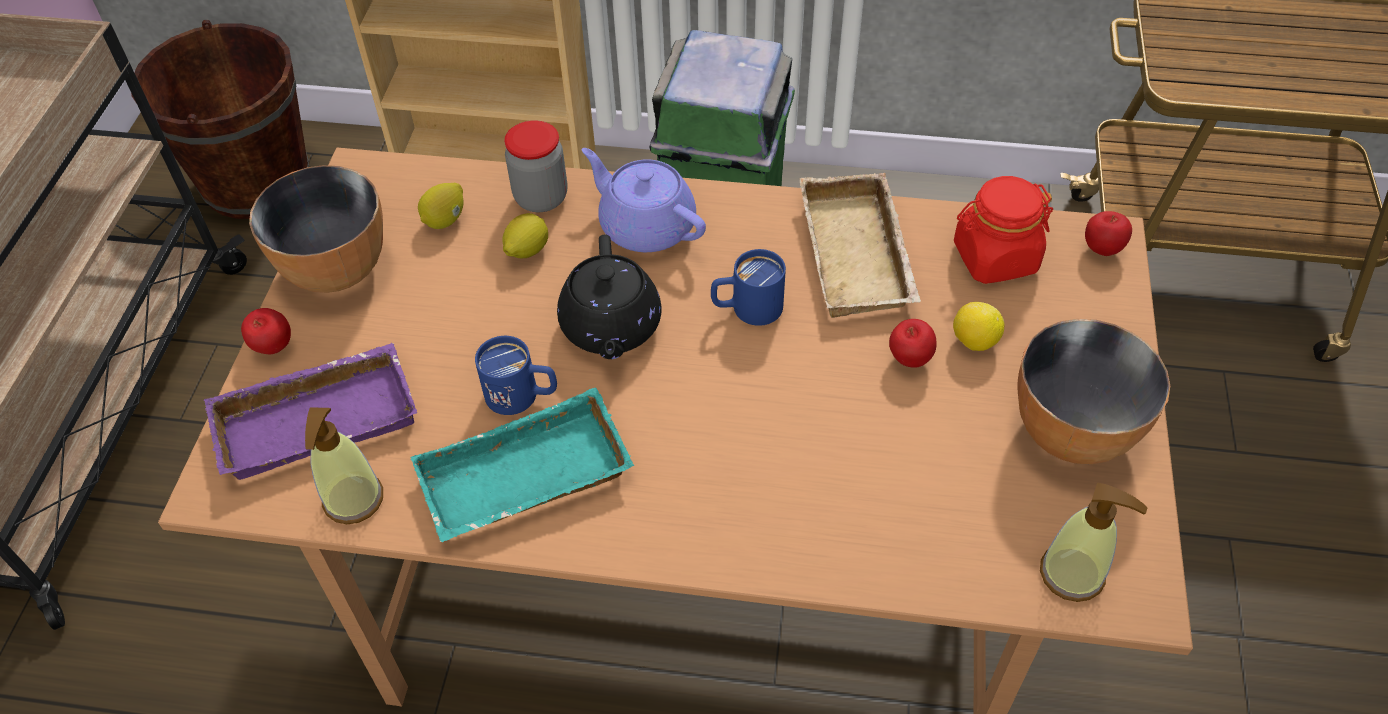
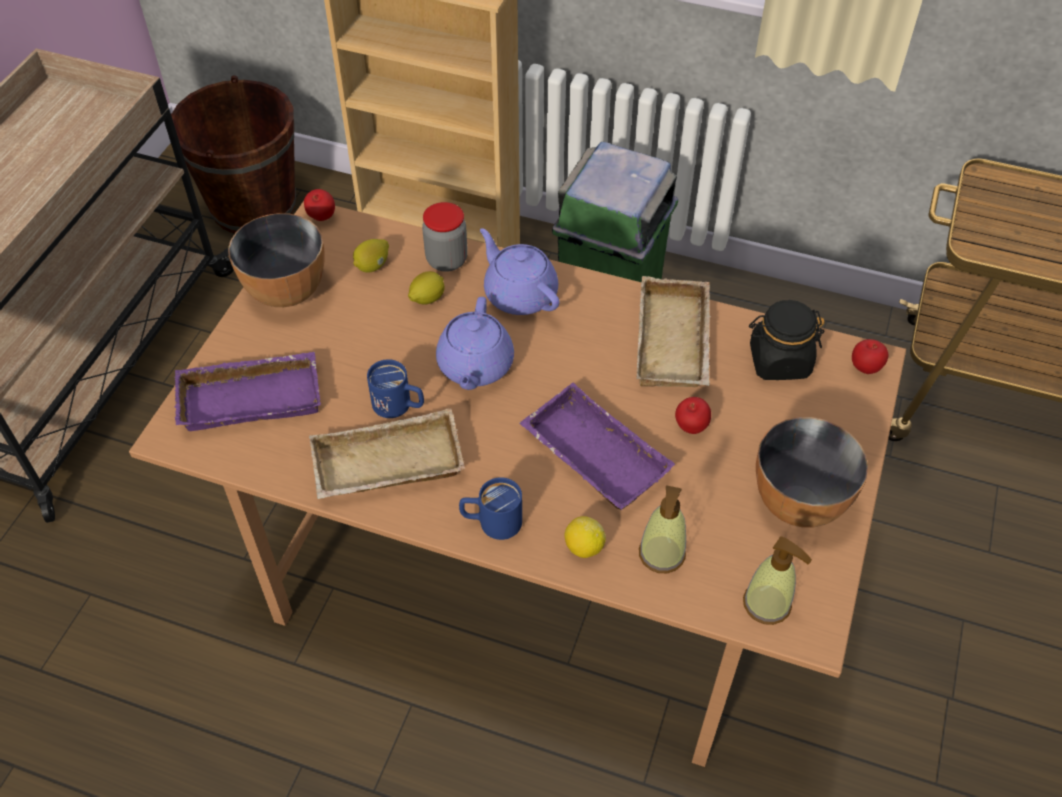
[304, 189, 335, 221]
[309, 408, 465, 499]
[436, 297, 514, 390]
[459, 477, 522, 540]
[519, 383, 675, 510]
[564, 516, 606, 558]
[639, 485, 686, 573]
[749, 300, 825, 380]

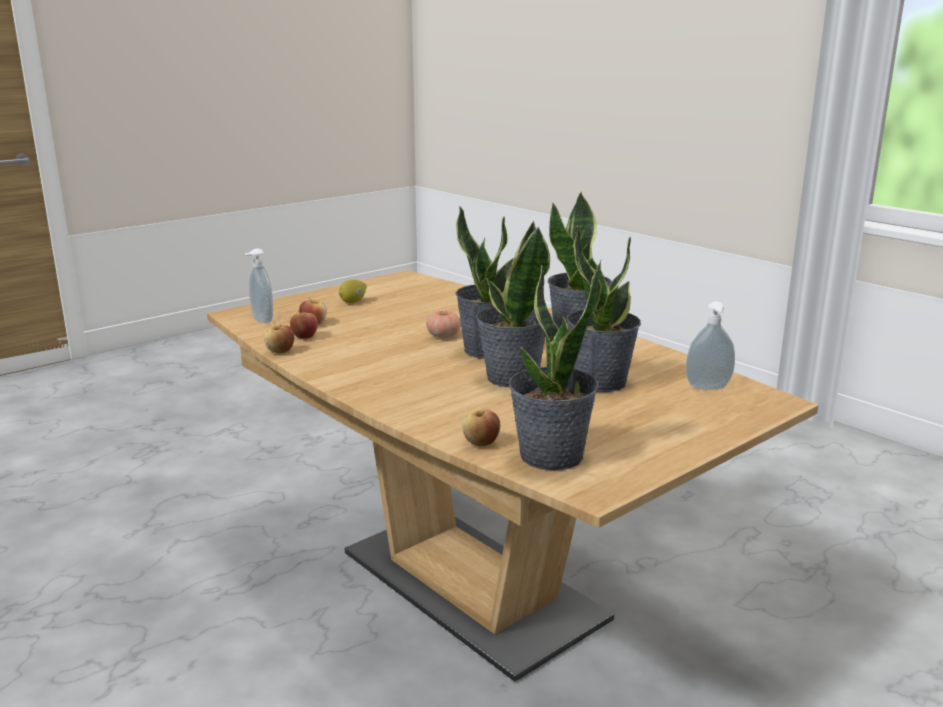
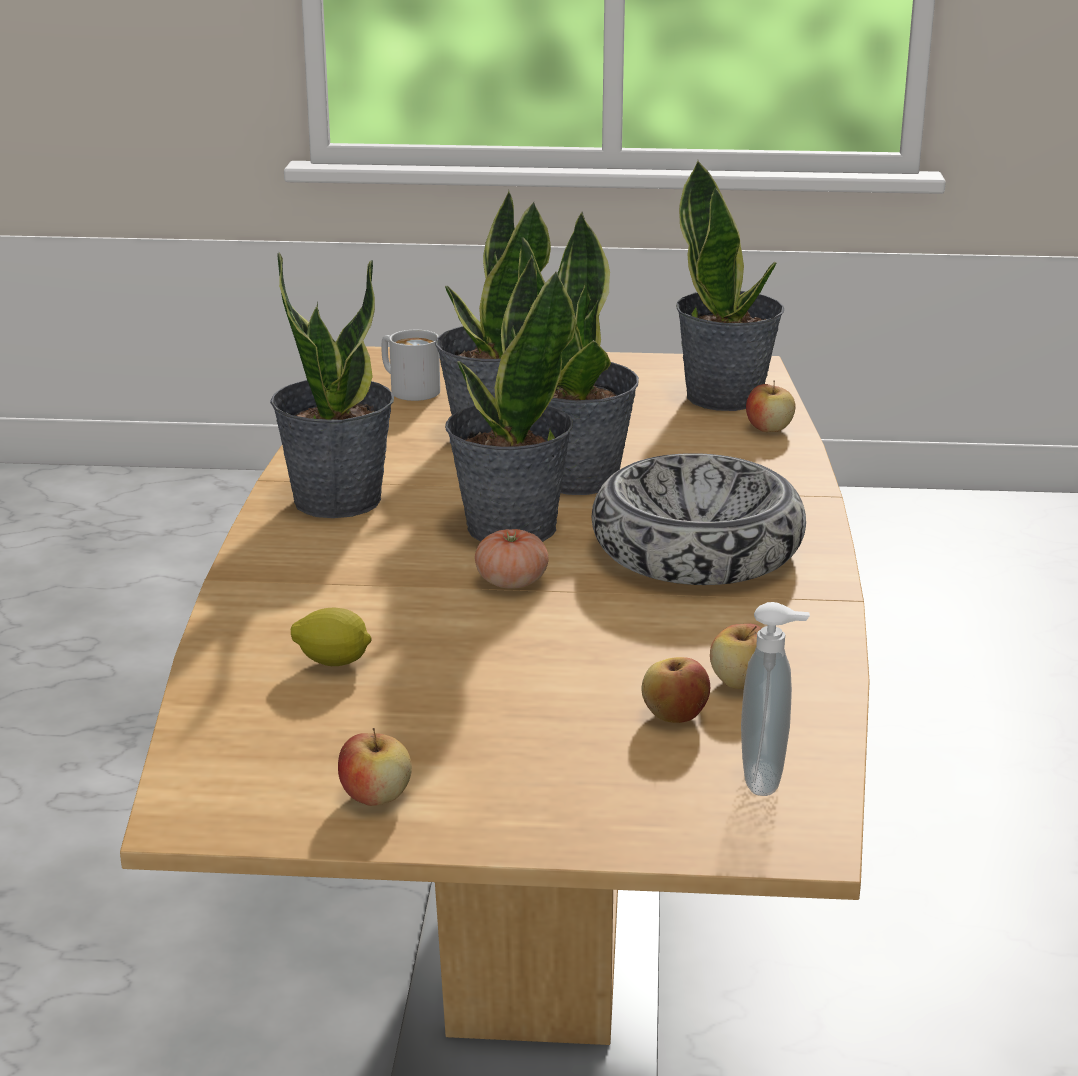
[291, 608, 372, 666]
[338, 728, 412, 806]
[382, 330, 440, 401]
[591, 453, 806, 585]

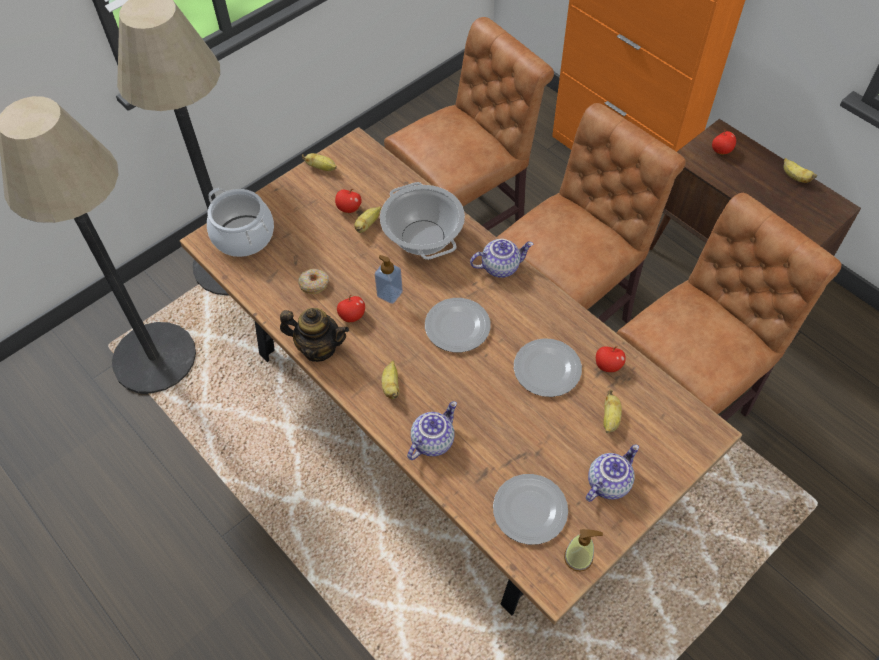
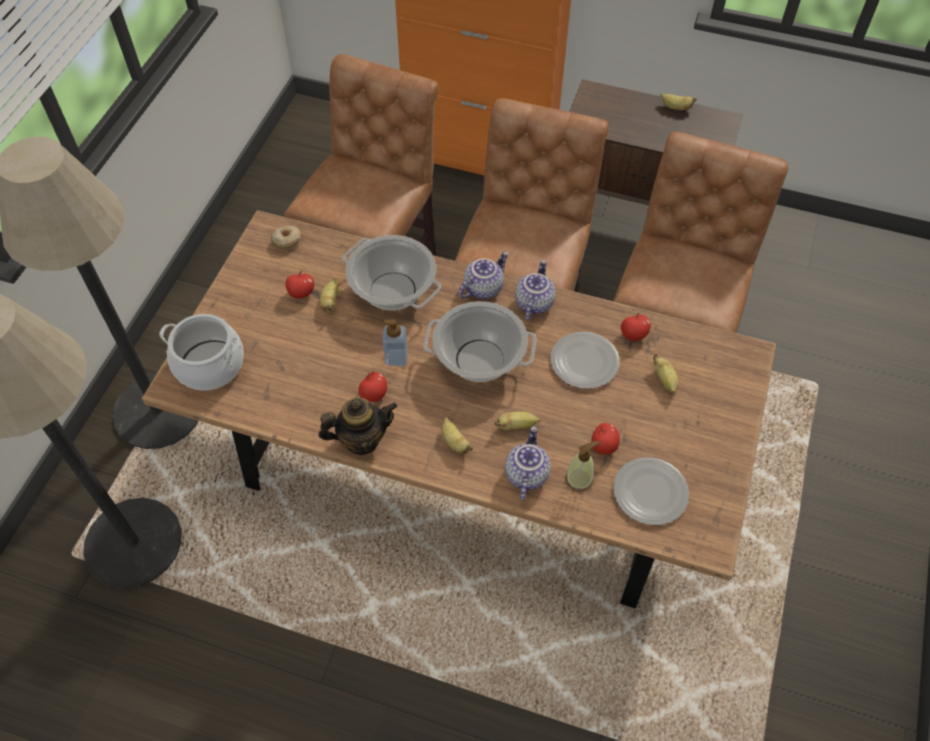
[271, 226, 301, 250]
[424, 301, 537, 382]
[495, 411, 541, 430]
[515, 260, 556, 320]
[566, 441, 600, 491]
[591, 423, 620, 455]

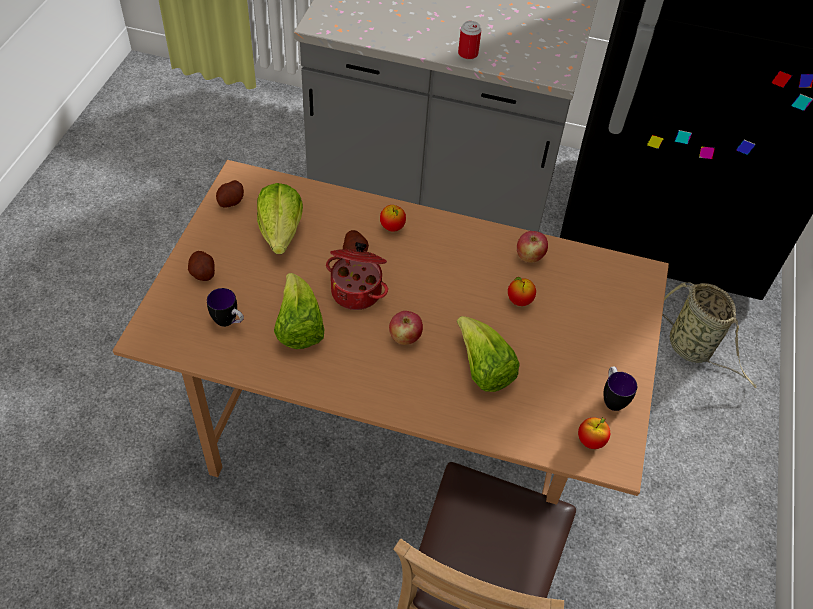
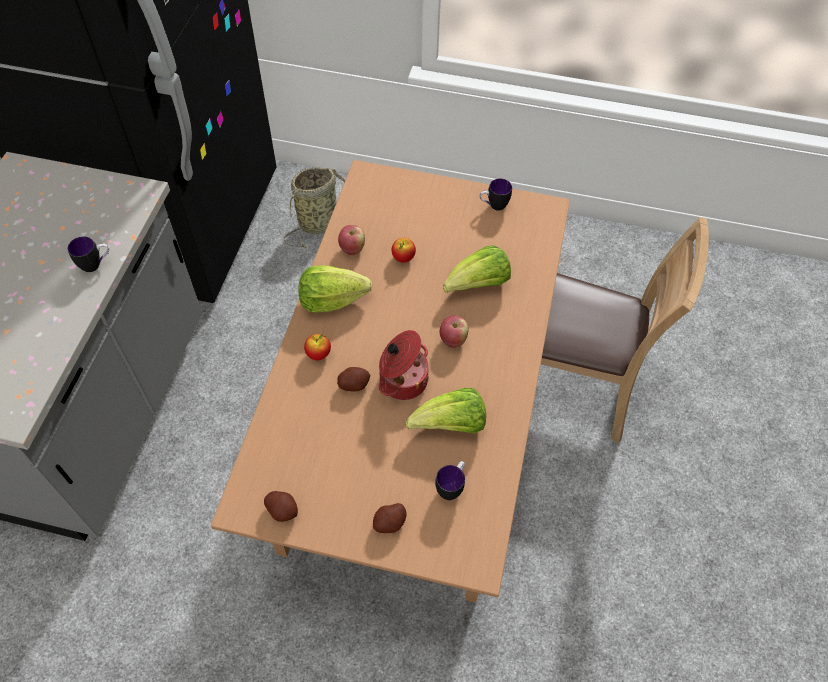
[67, 236, 109, 272]
[299, 266, 372, 313]
[578, 417, 610, 449] (first image)

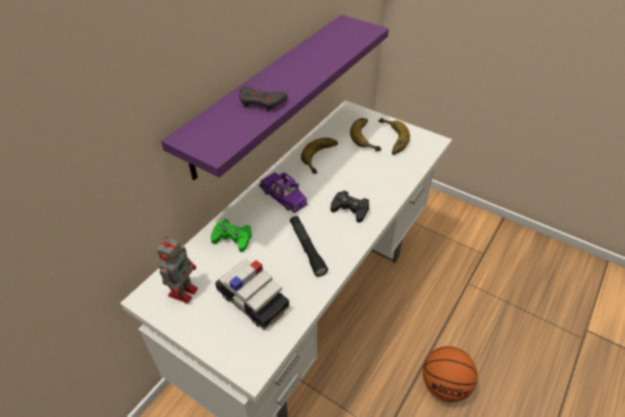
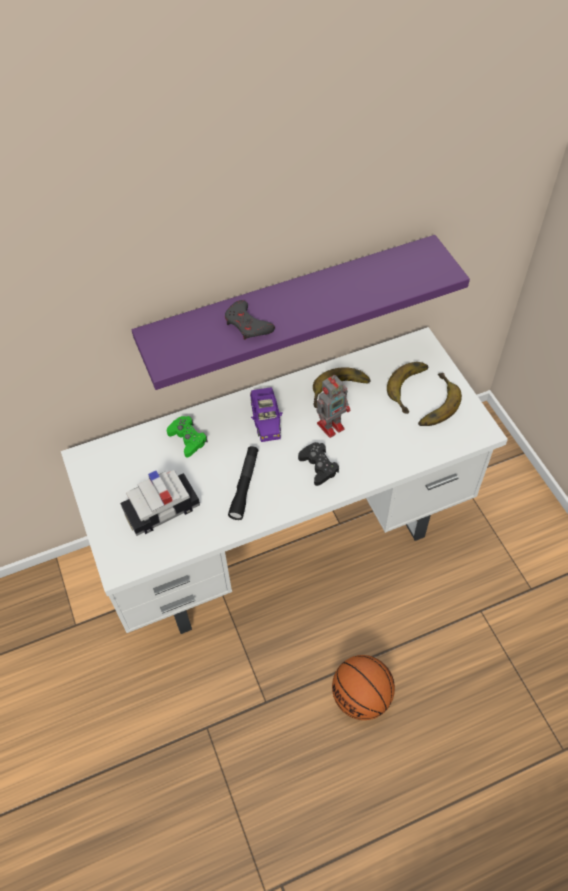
[120, 470, 200, 536]
[317, 375, 350, 438]

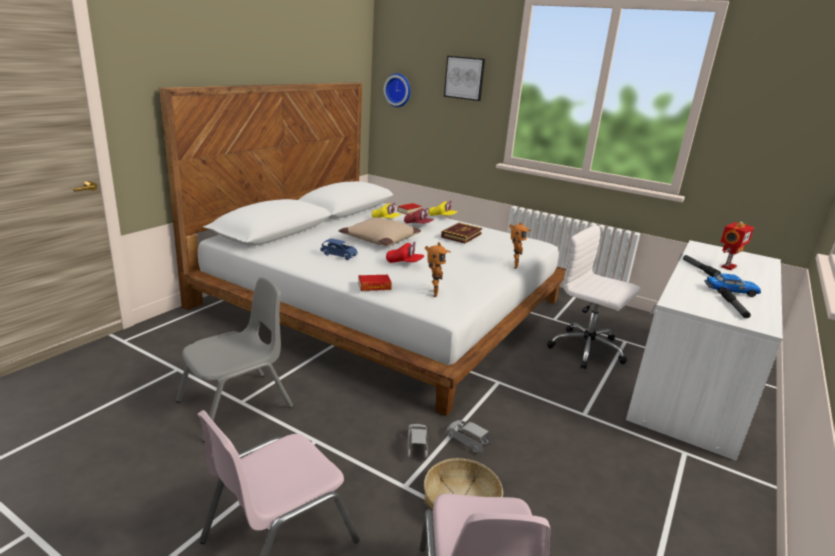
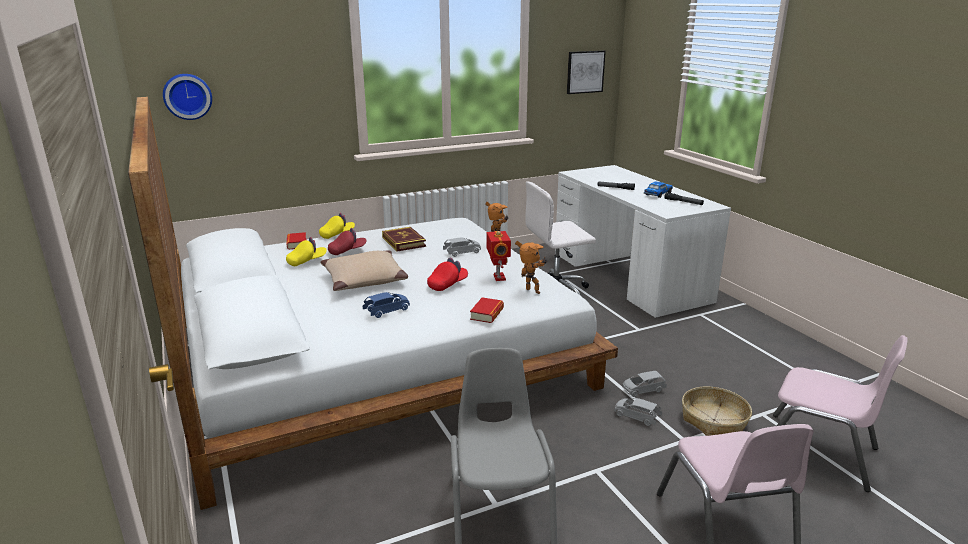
[443, 238, 481, 257]
[486, 231, 511, 281]
[567, 51, 606, 94]

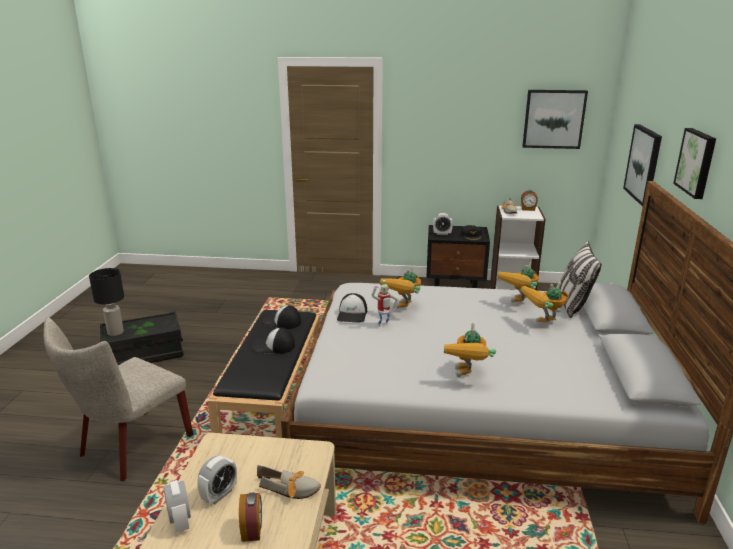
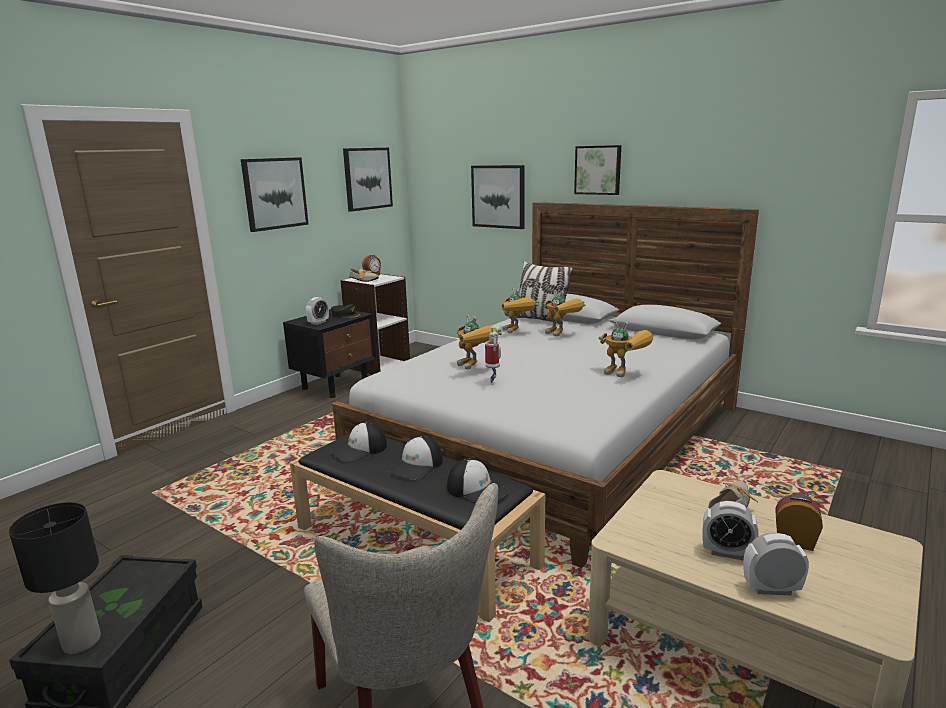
[241, 157, 309, 232]
[447, 458, 509, 504]
[544, 290, 586, 336]
[702, 501, 759, 560]

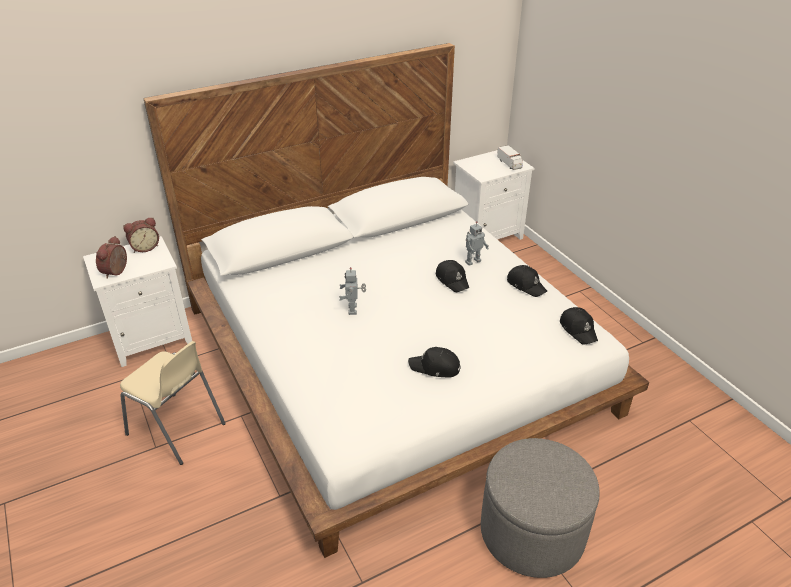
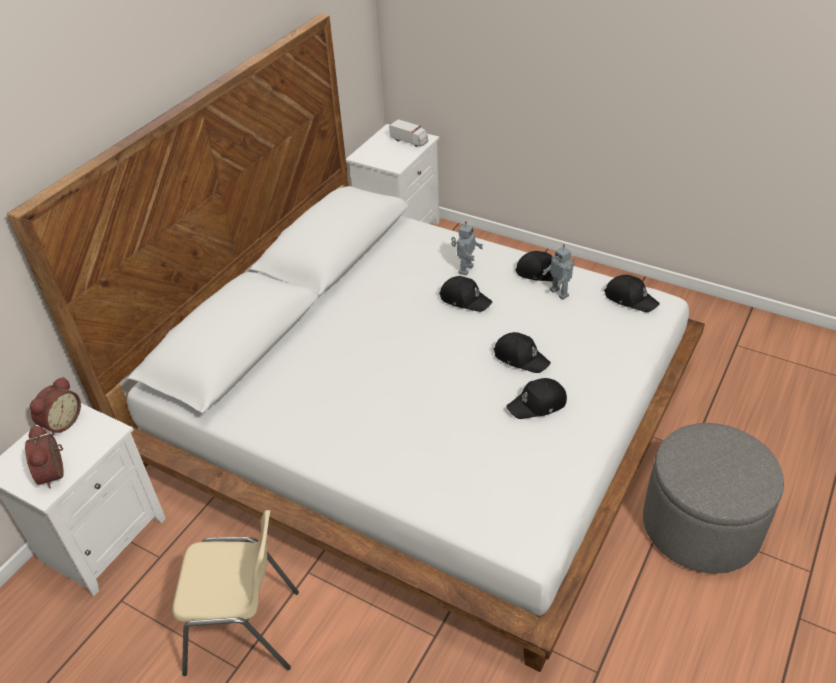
[493, 332, 551, 373]
[543, 244, 575, 300]

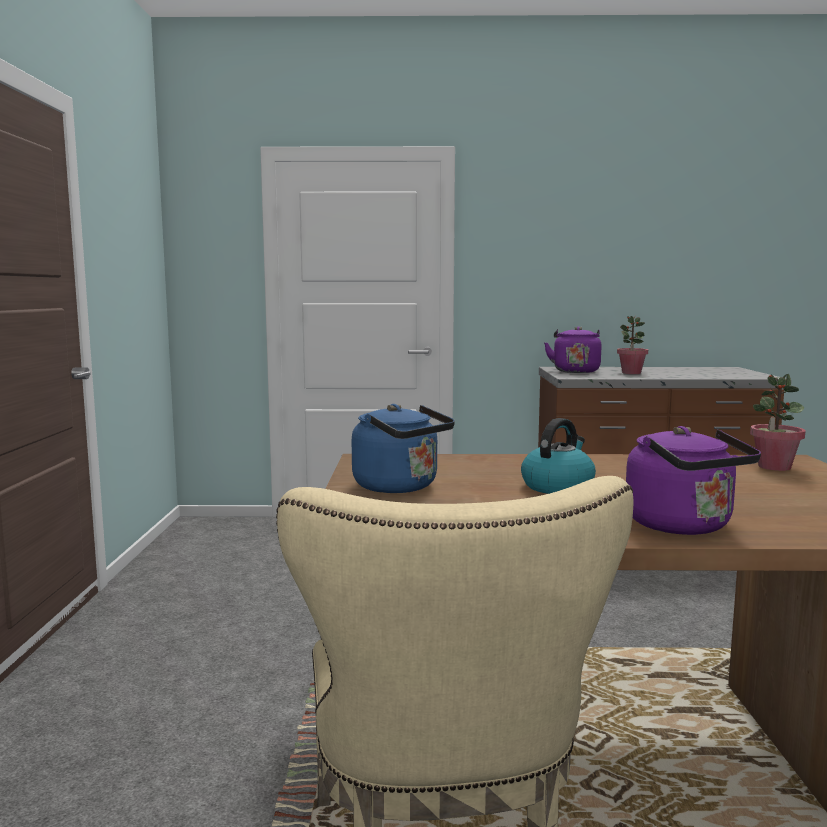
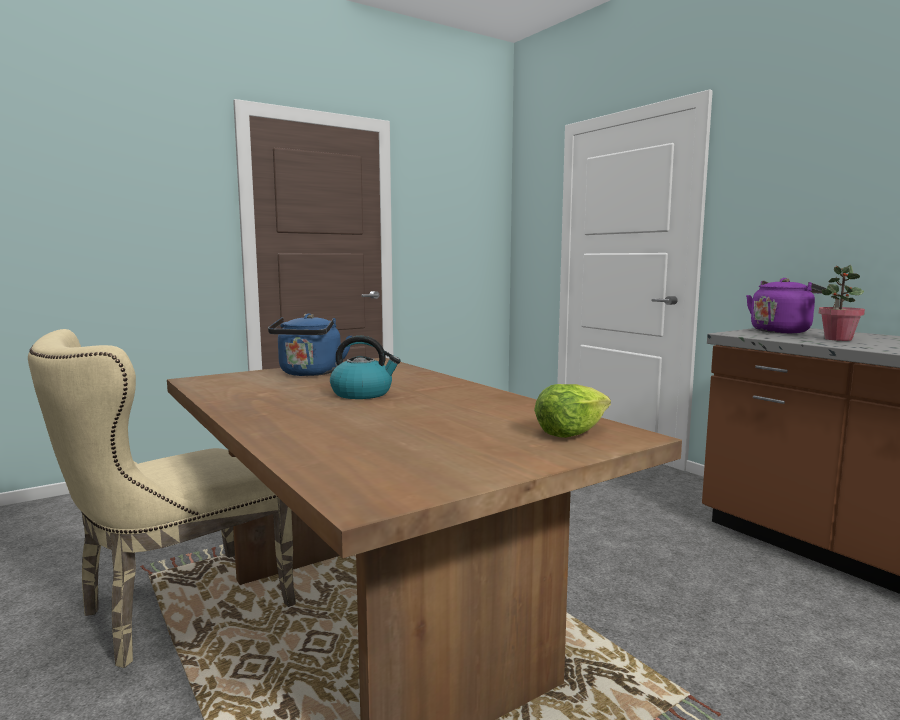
[534, 384, 611, 438]
[626, 426, 761, 535] (first image)

